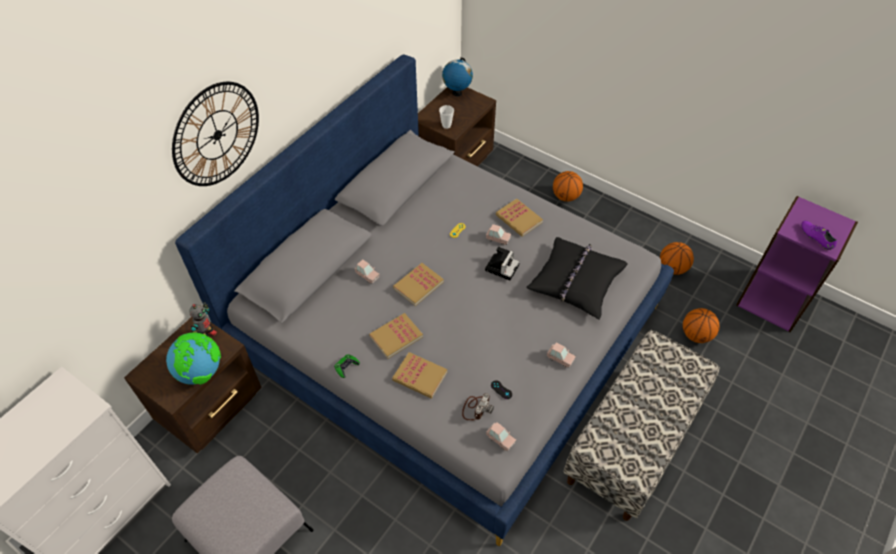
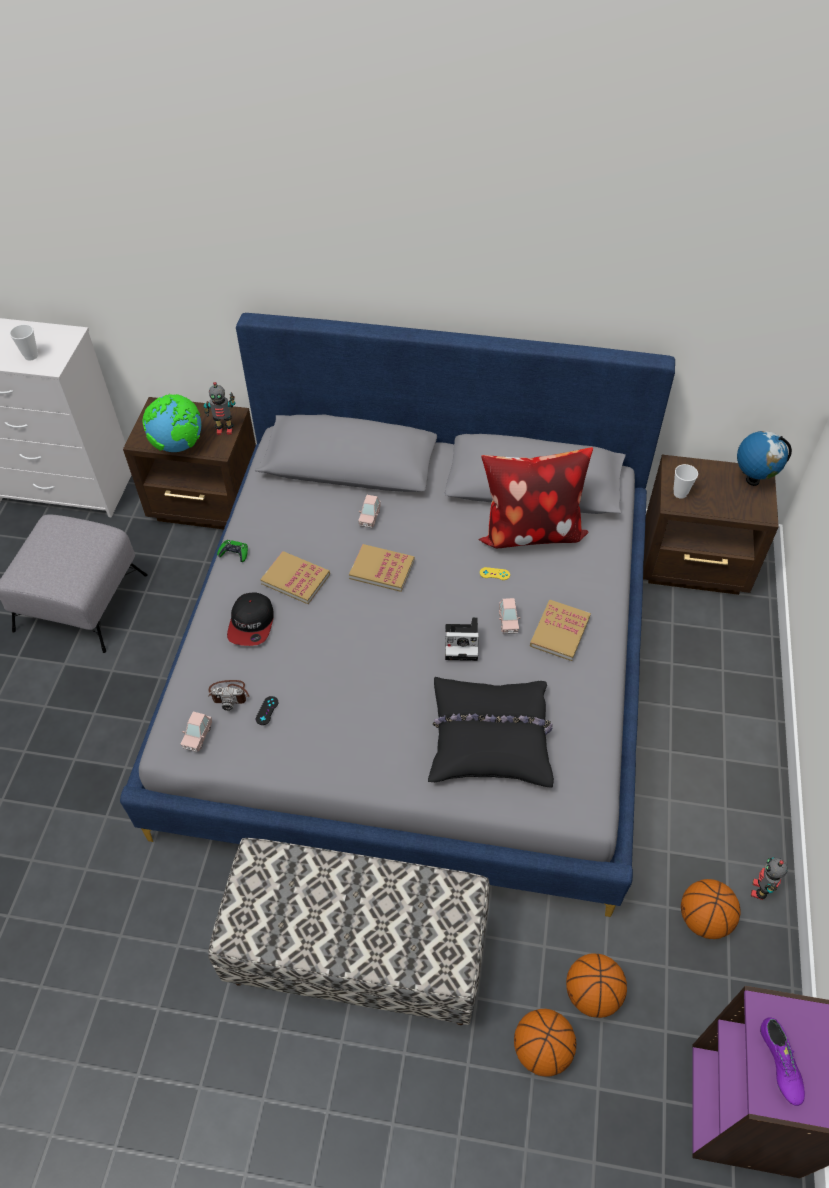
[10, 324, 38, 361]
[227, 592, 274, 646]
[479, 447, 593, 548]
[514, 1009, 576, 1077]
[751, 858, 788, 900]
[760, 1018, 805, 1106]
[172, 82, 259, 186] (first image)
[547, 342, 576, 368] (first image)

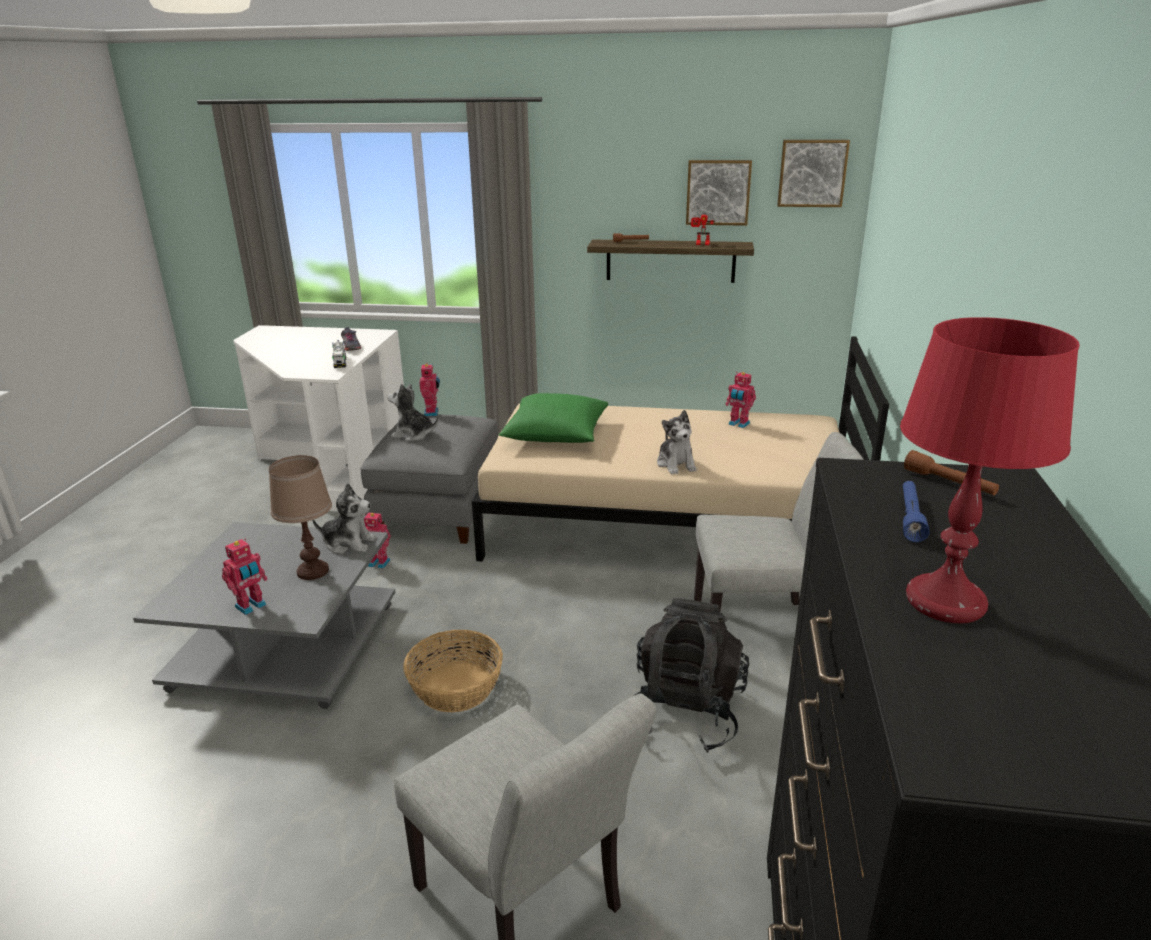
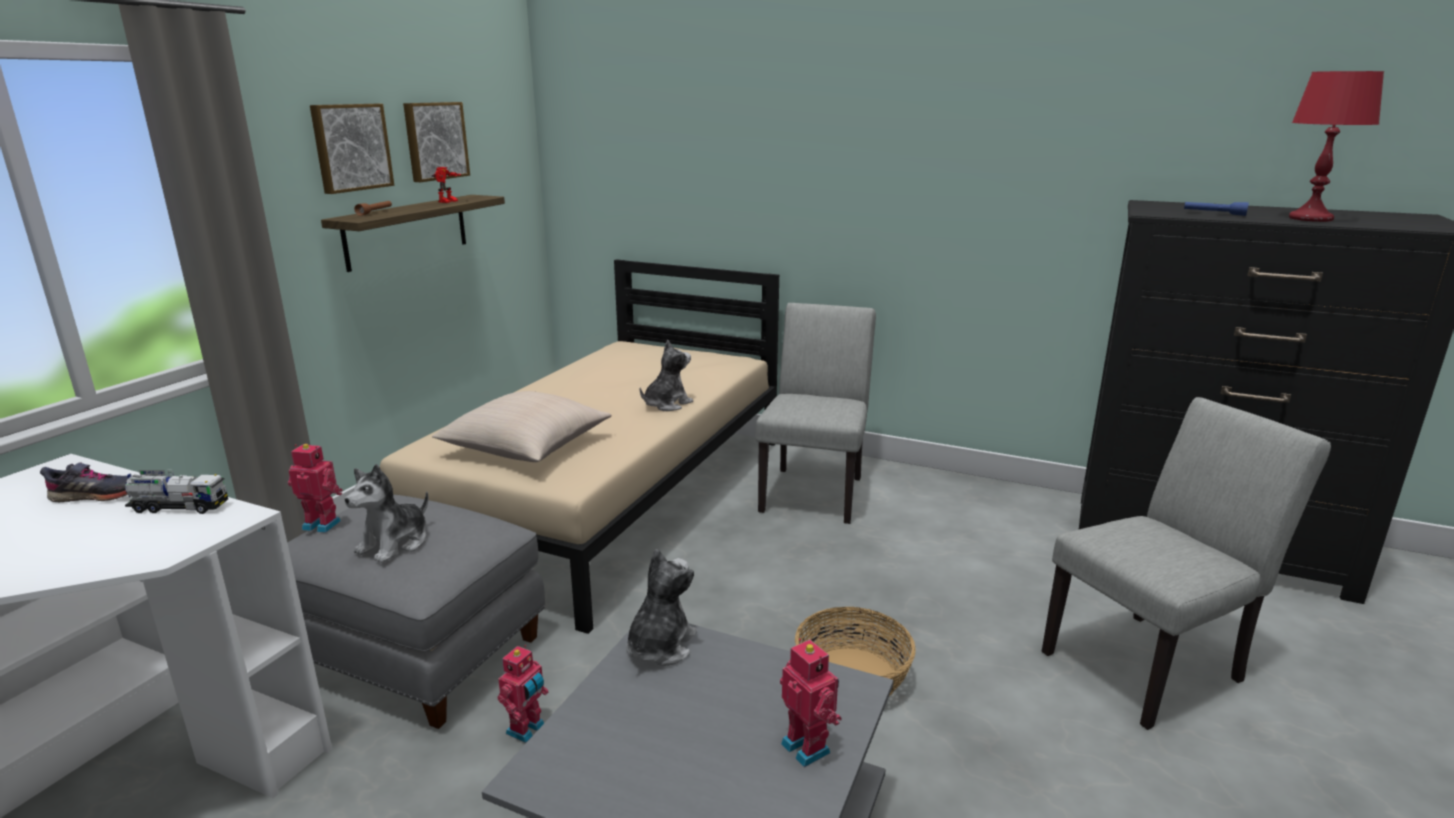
[310, 104, 394, 194]
[432, 391, 611, 462]
[640, 340, 693, 411]
[269, 455, 332, 580] (first image)
[633, 598, 749, 753] (first image)
[726, 372, 756, 428] (first image)
[904, 450, 999, 495] (first image)

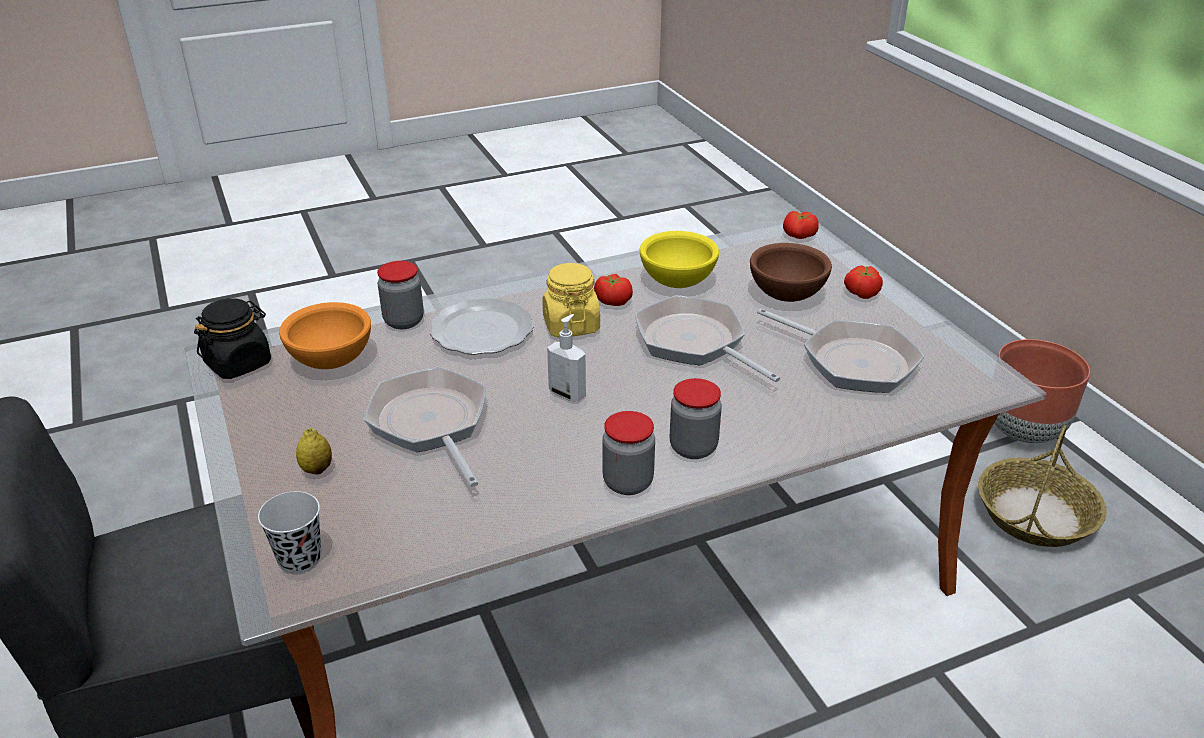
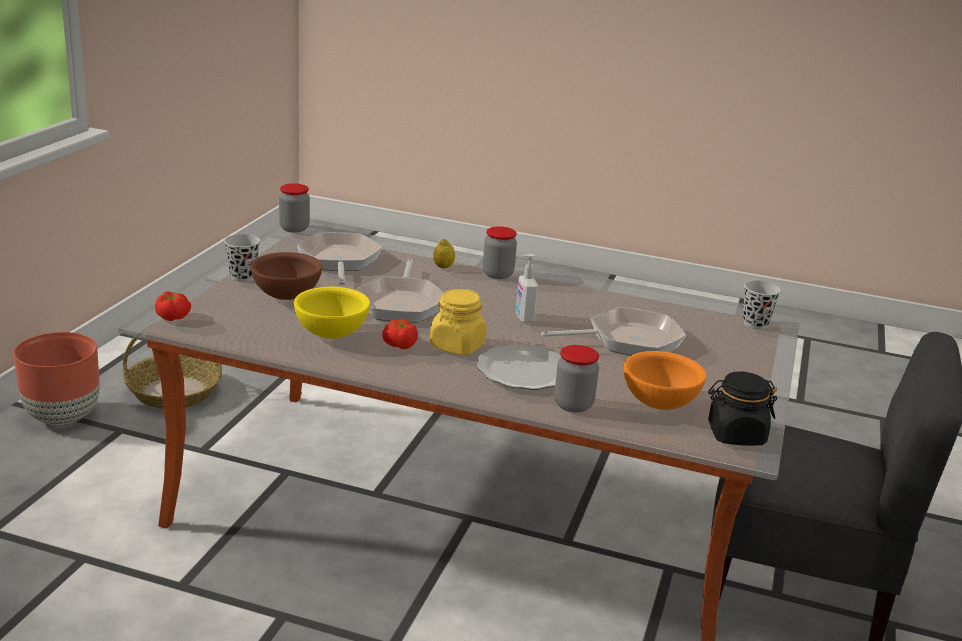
[224, 234, 260, 282]
[279, 183, 310, 233]
[433, 239, 455, 268]
[541, 307, 687, 355]

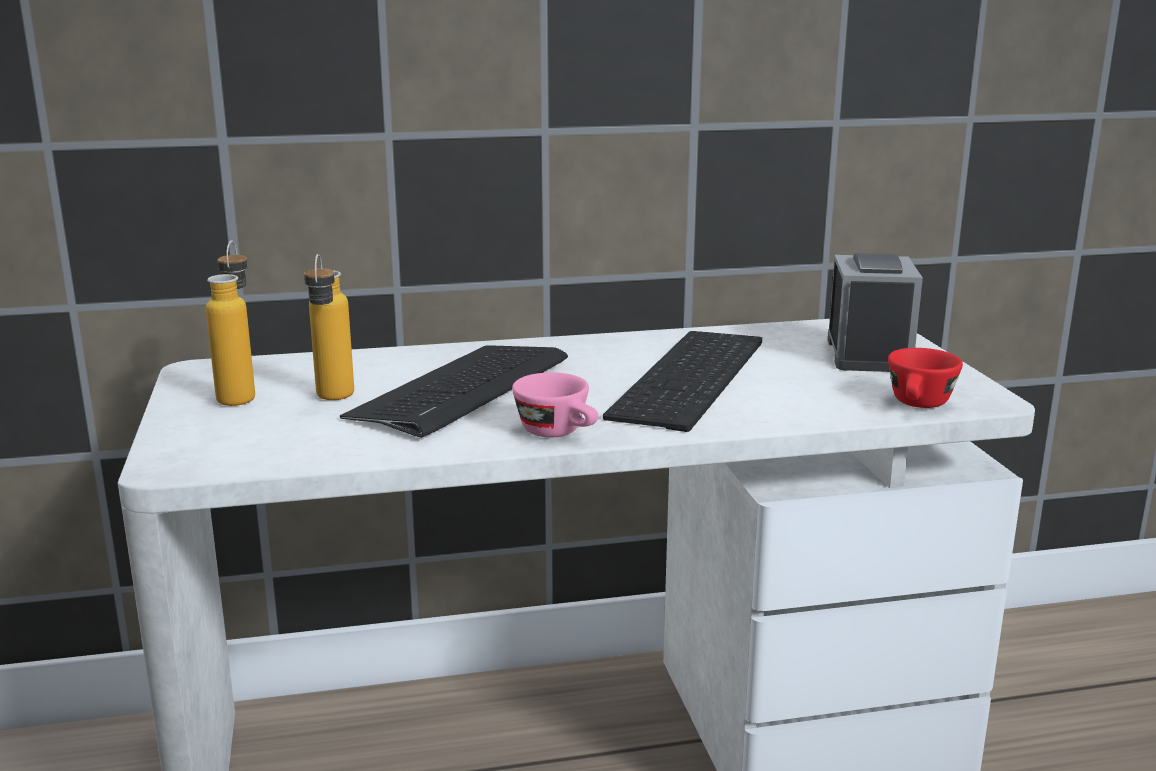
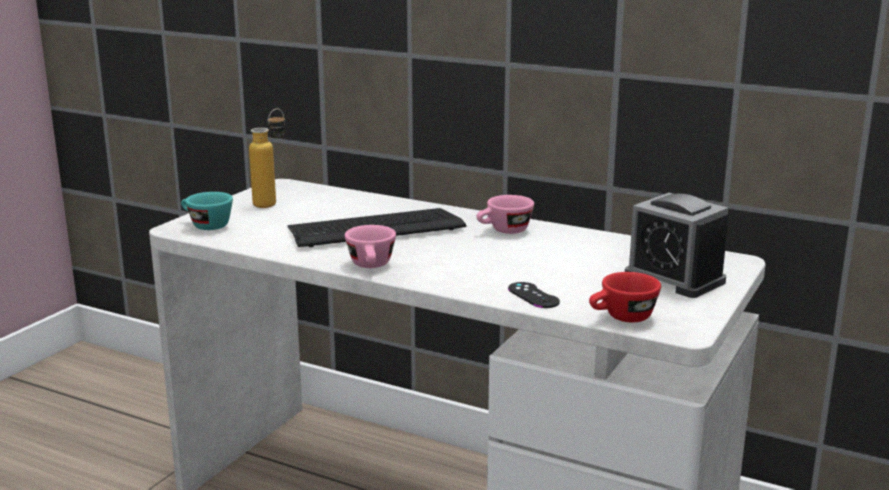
[181, 192, 233, 230]
[477, 195, 534, 234]
[508, 282, 560, 308]
[625, 193, 729, 298]
[304, 254, 354, 400] (first image)
[603, 331, 762, 432] (first image)

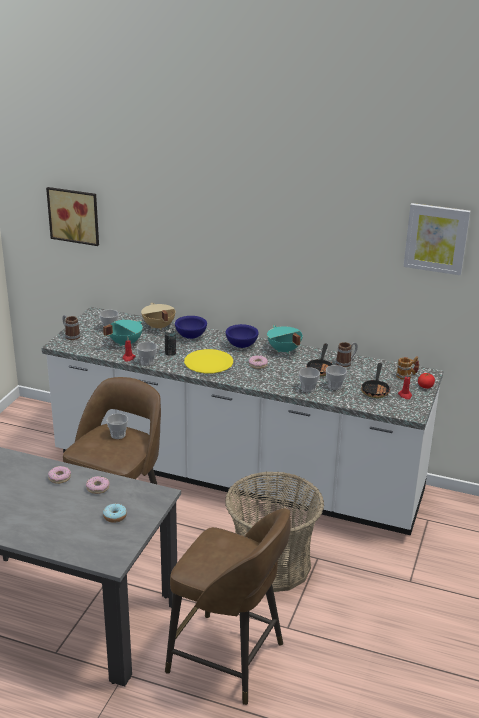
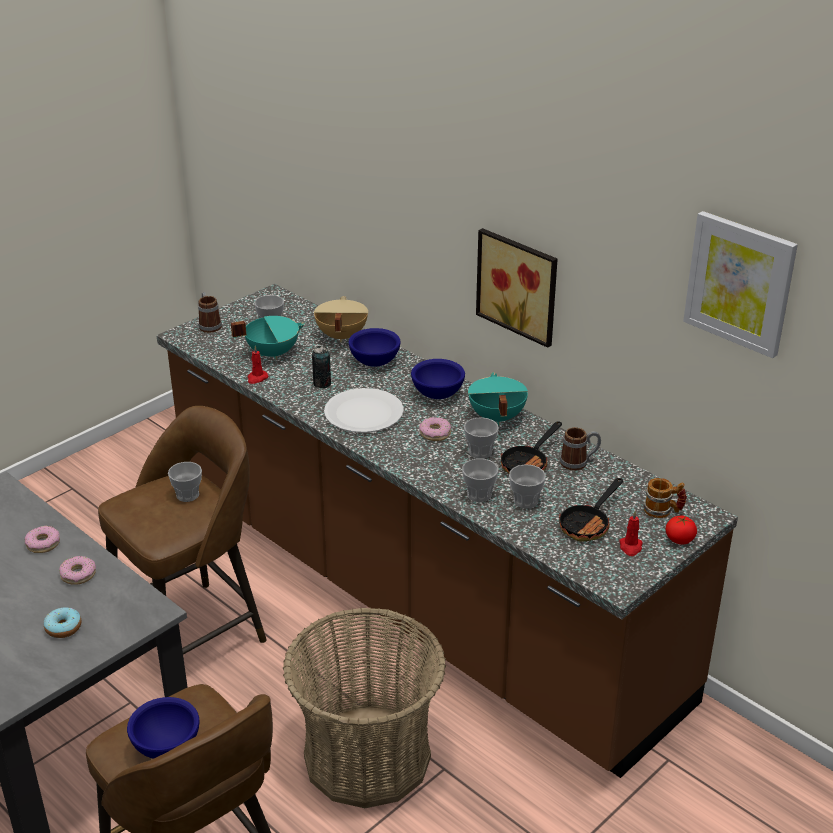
[127, 697, 199, 759]
[157, 284, 738, 778]
[324, 388, 404, 433]
[464, 417, 499, 459]
[476, 228, 558, 348]

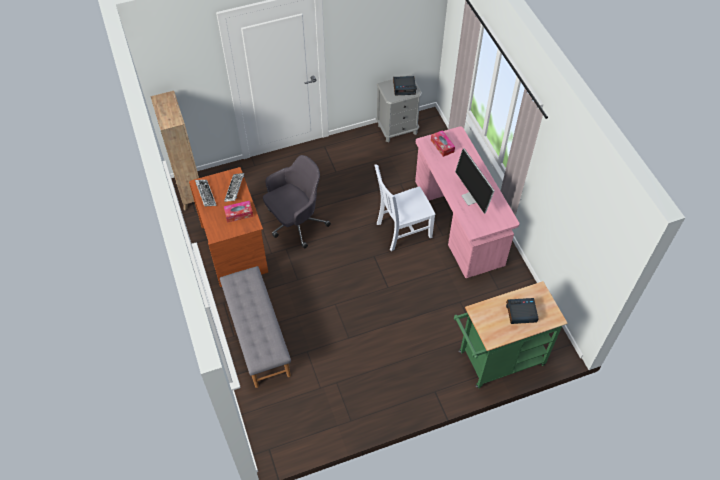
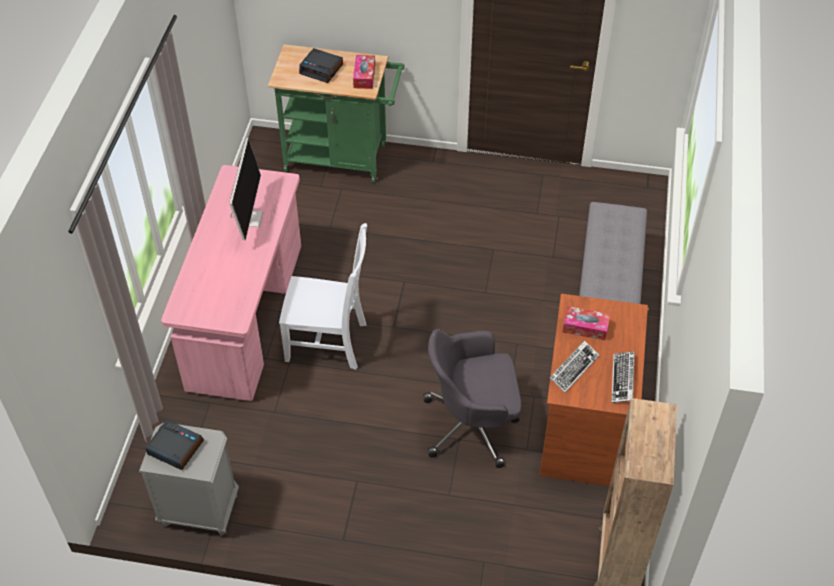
[353, 55, 375, 89]

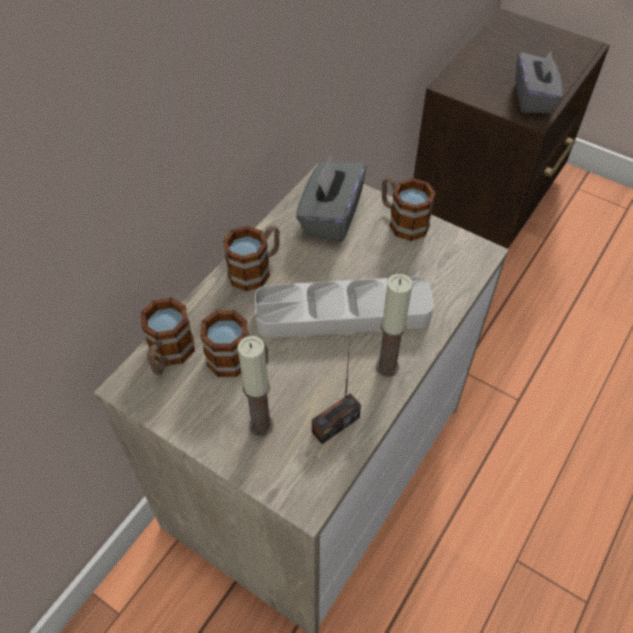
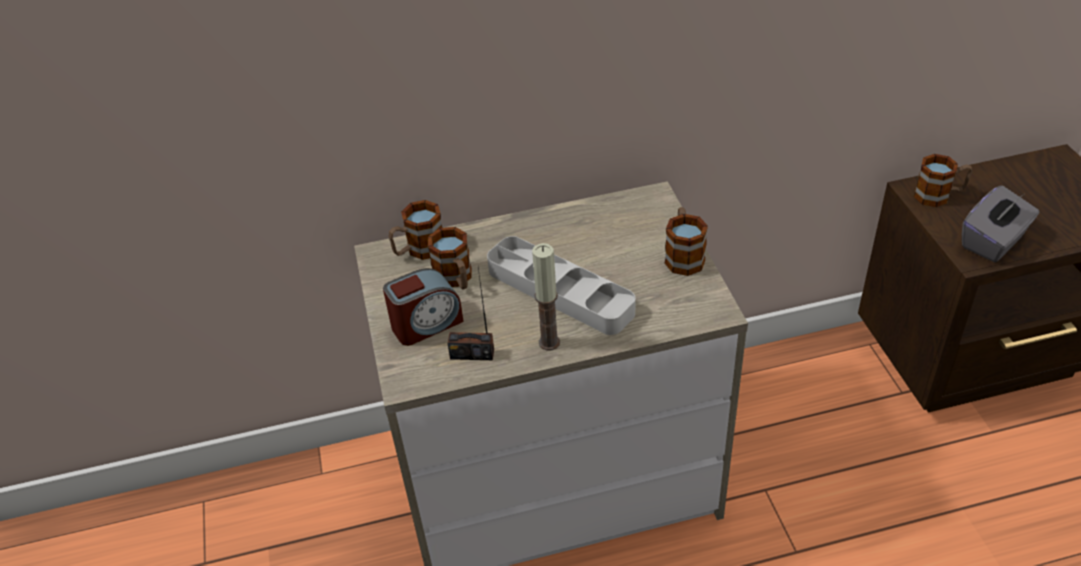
[383, 268, 464, 346]
[914, 154, 972, 207]
[296, 157, 367, 242] (first image)

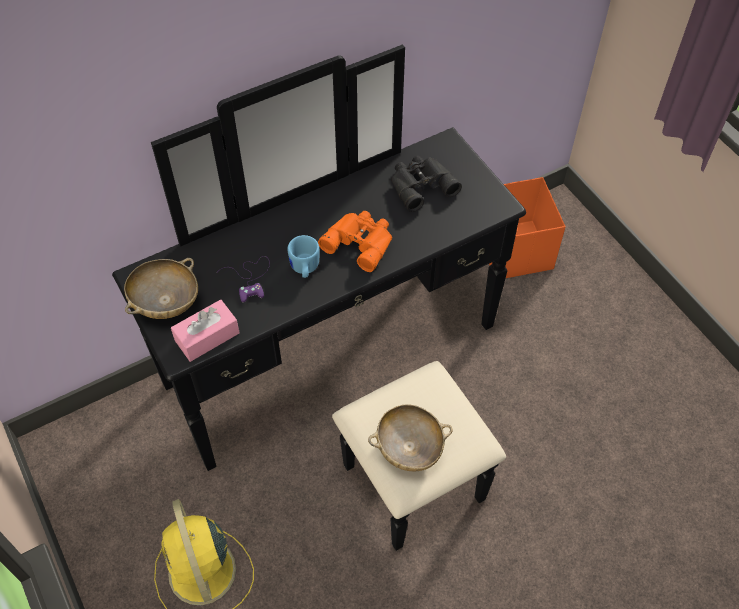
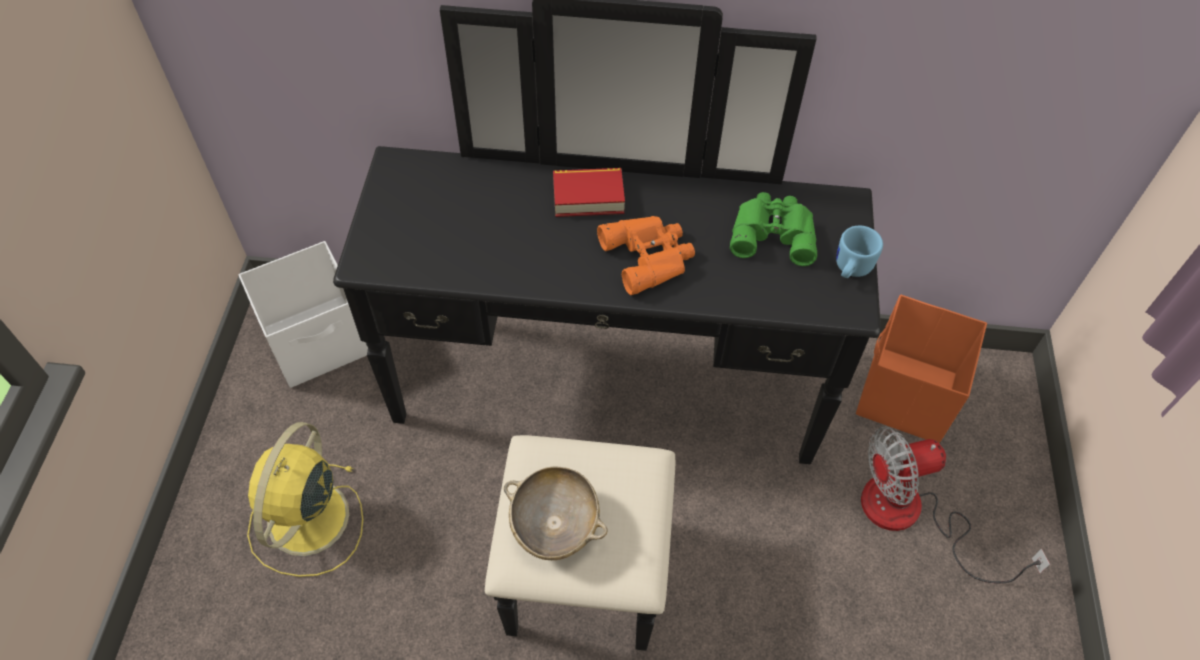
[239, 241, 368, 388]
[553, 168, 625, 217]
[730, 192, 817, 266]
[836, 226, 883, 278]
[861, 426, 1050, 584]
[124, 258, 198, 319] (first image)
[171, 300, 240, 362] (first image)
[220, 256, 270, 303] (first image)

